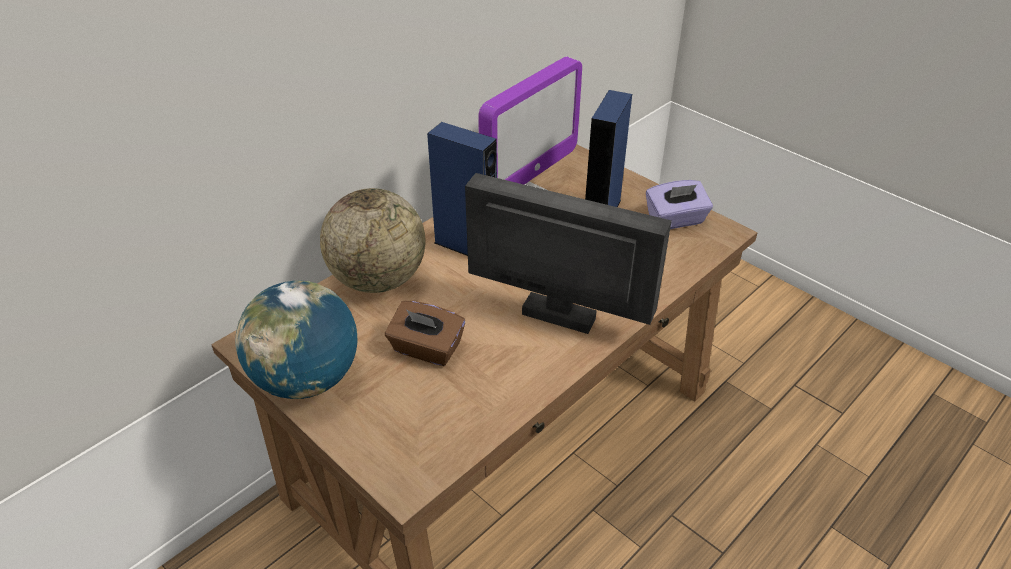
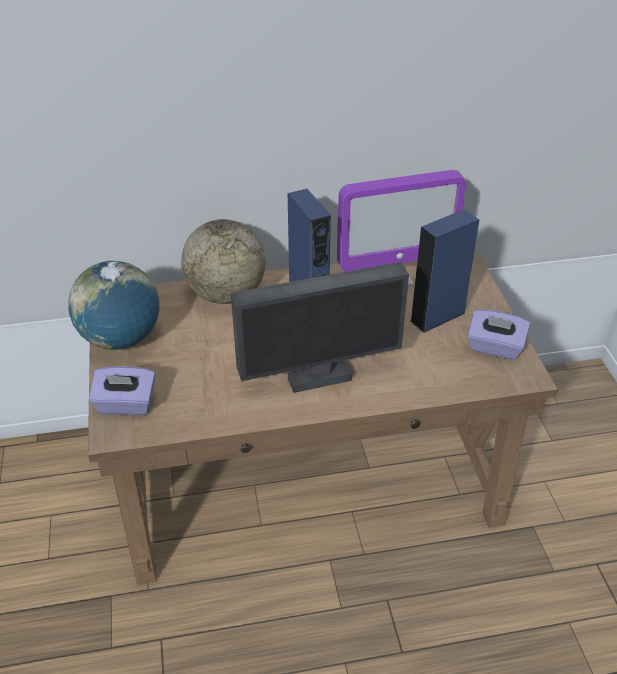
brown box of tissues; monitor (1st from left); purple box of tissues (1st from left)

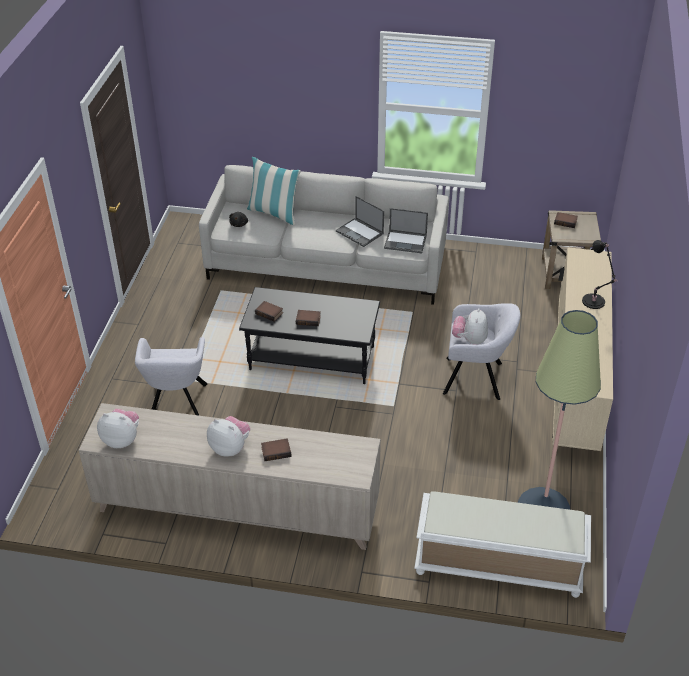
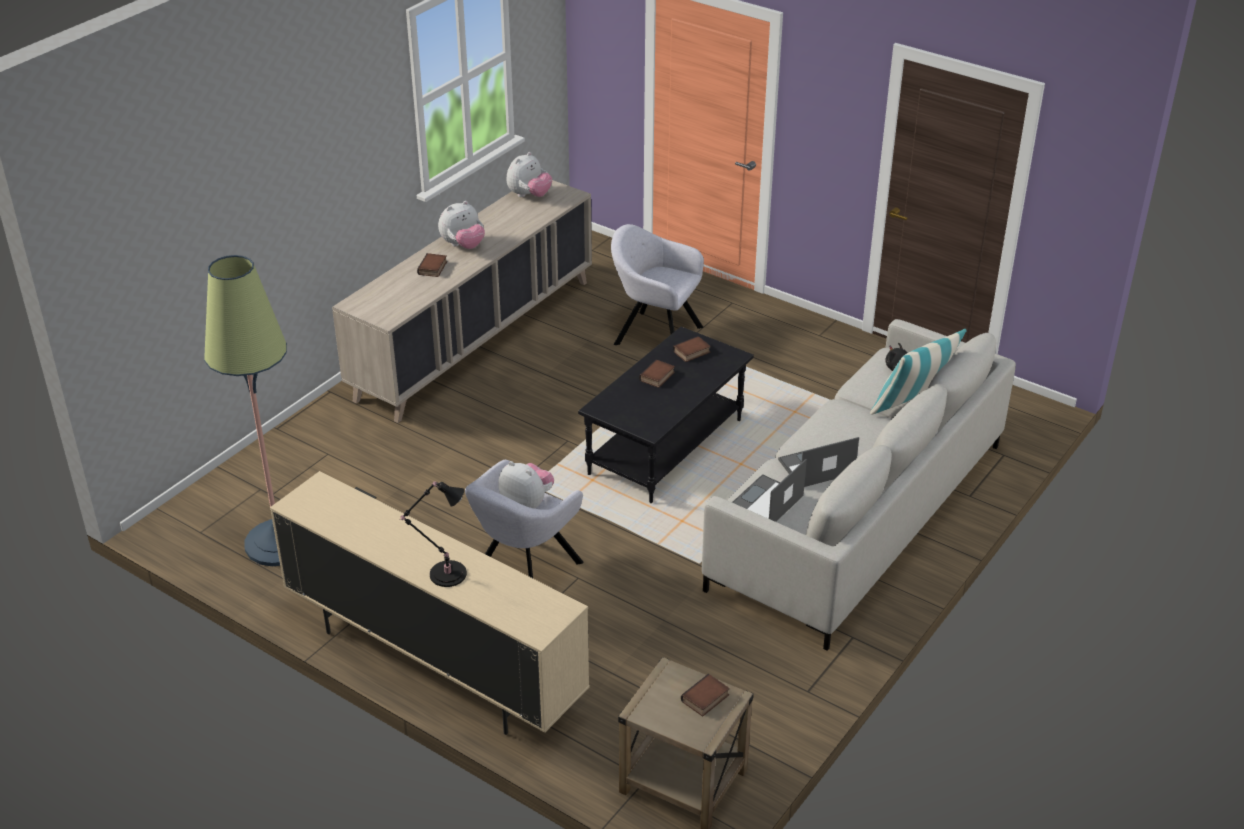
white-coloured long seat

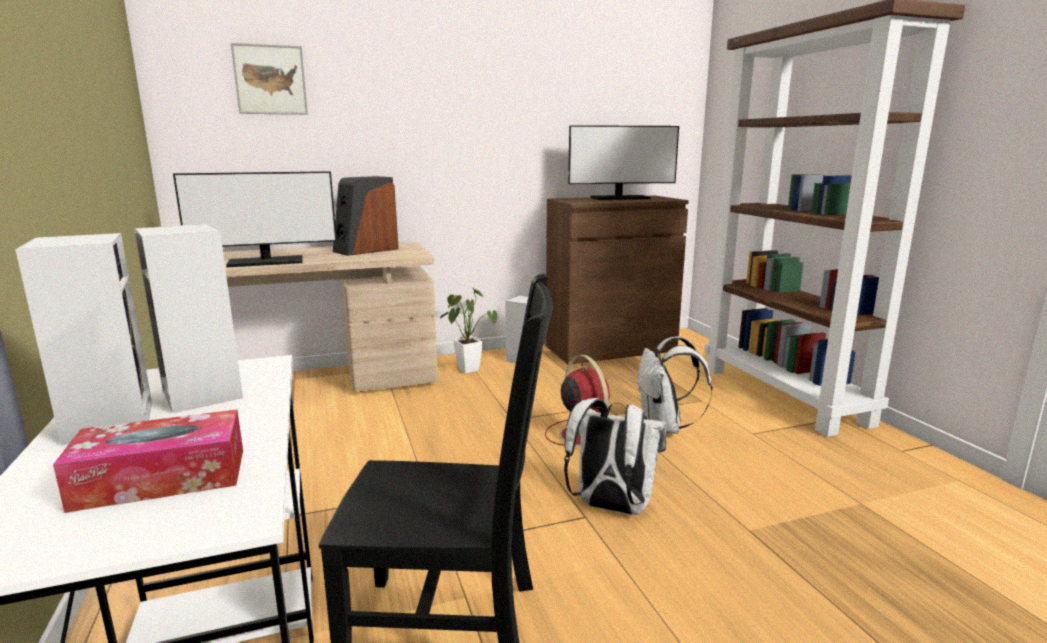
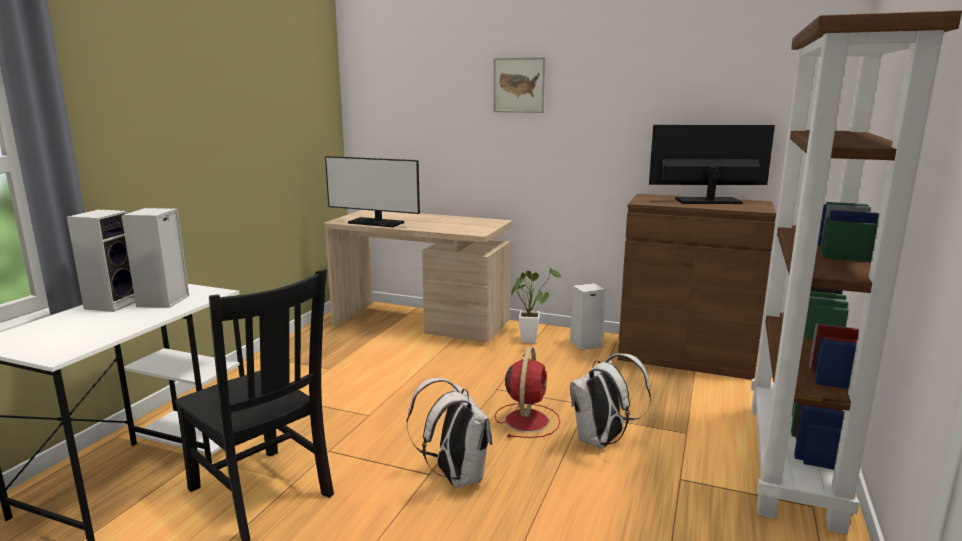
box of tissues; wall art; speaker (3rd from left in the first image); monitor (2nd from left)

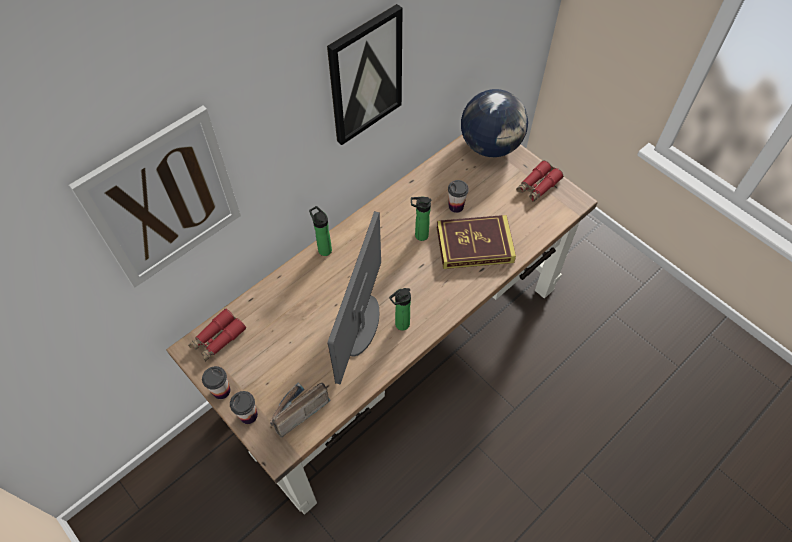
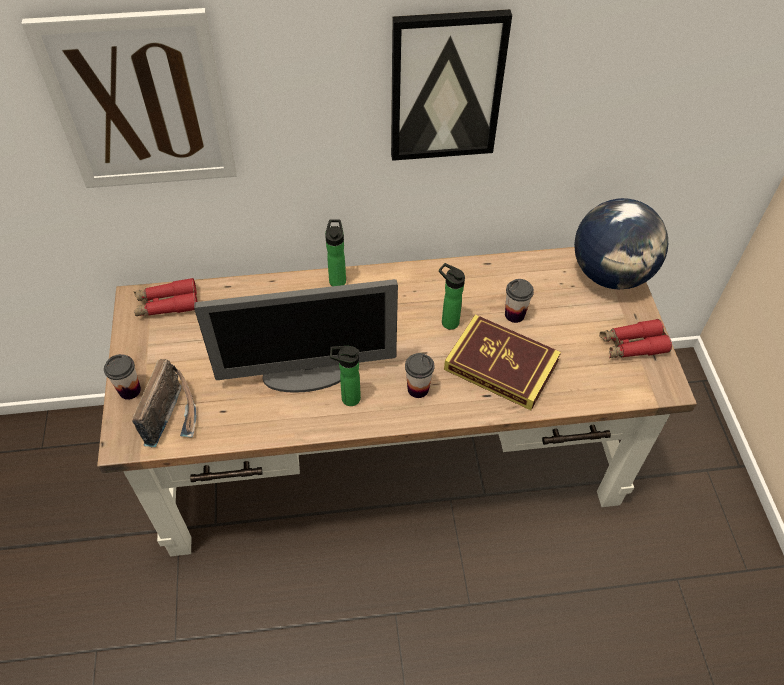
drinking cup (2nd from left); radio; monitor

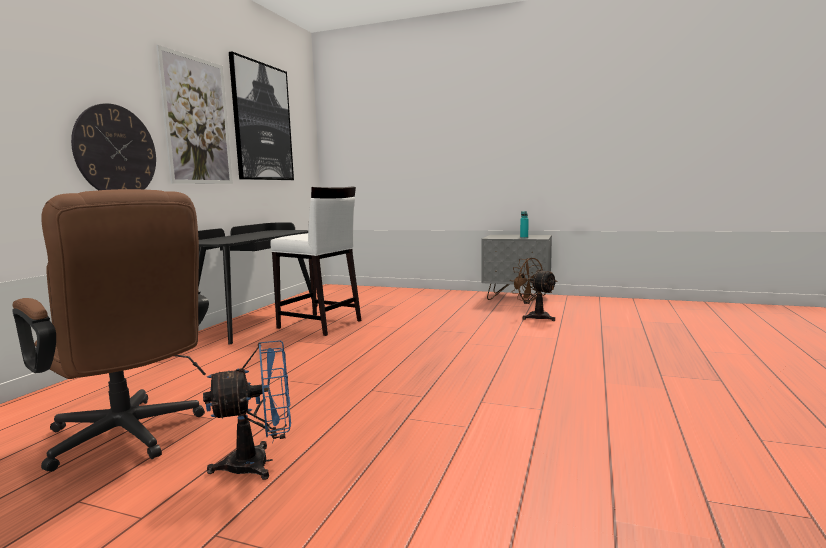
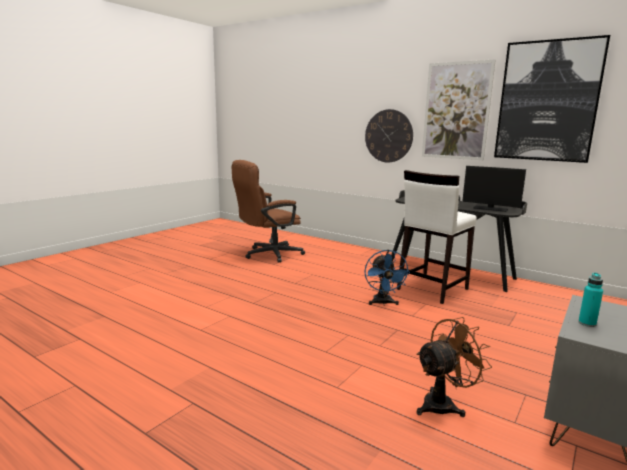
blue fan; monitor

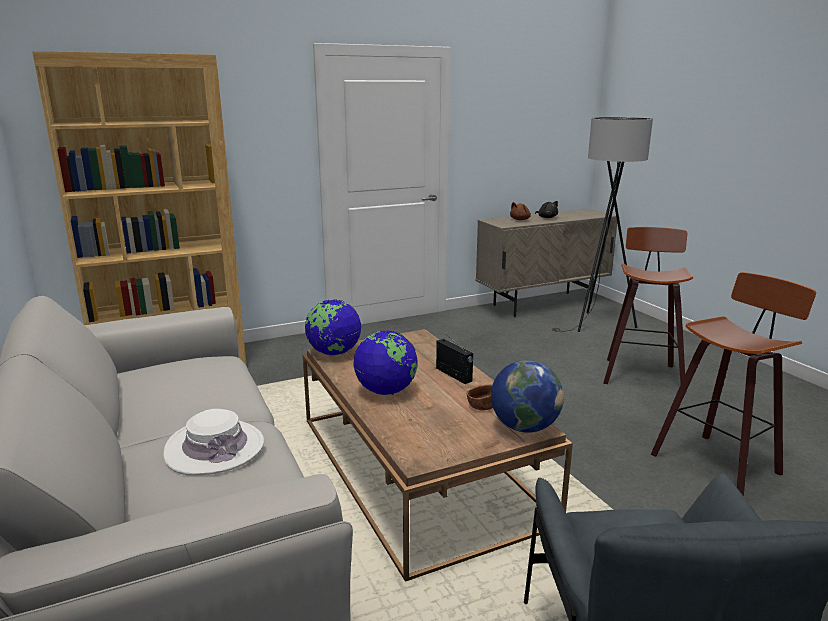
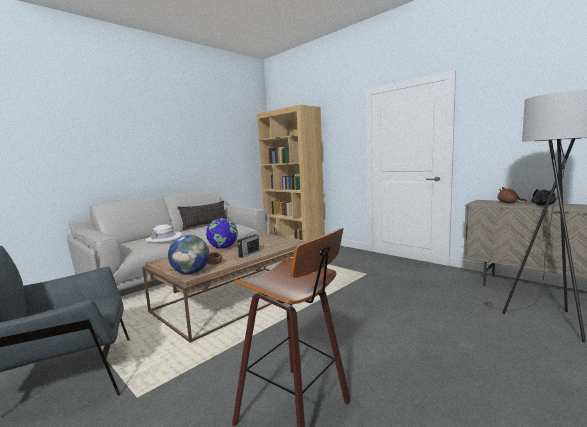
desk globe (1st from left in the first image); sitting stool (1st from left in the first image); cushion

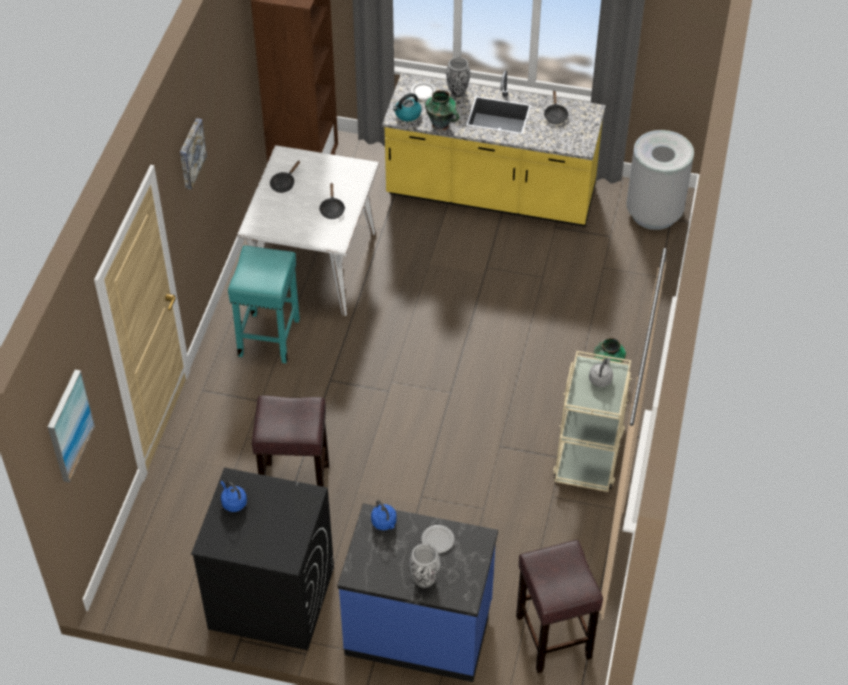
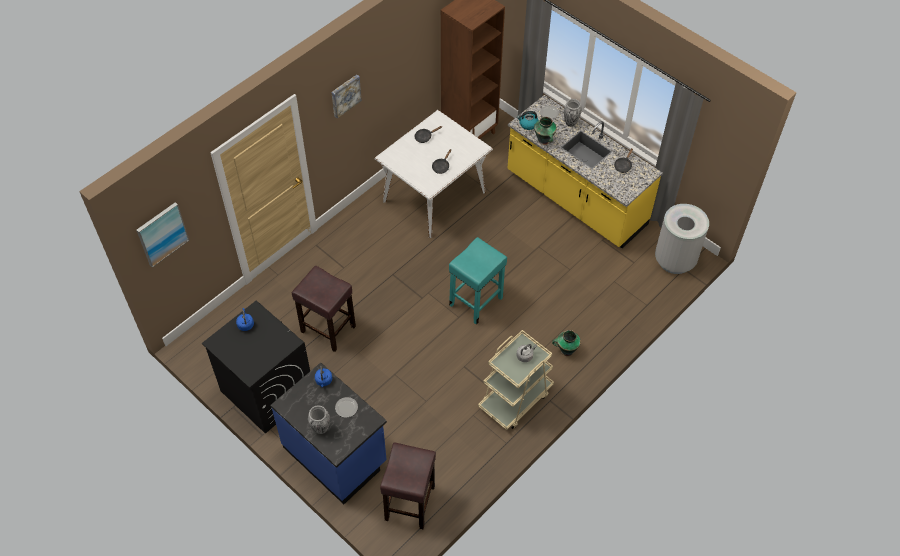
turquoise sitting stool

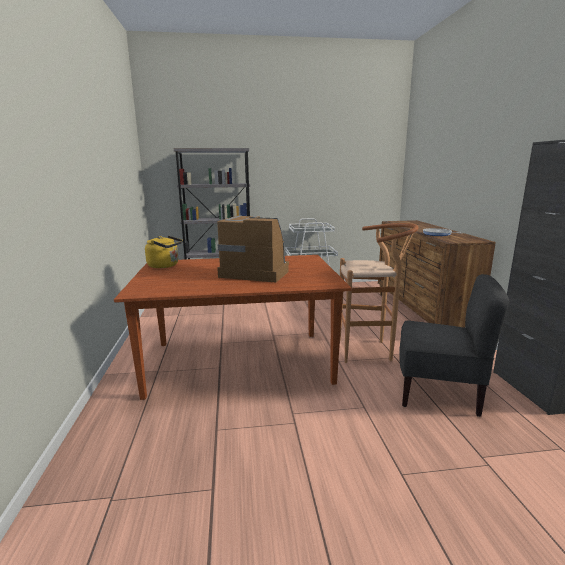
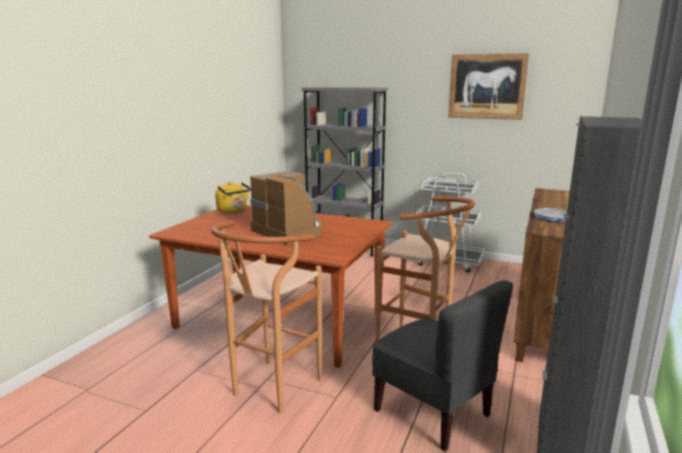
brown sitting stool (1st from left); wall art

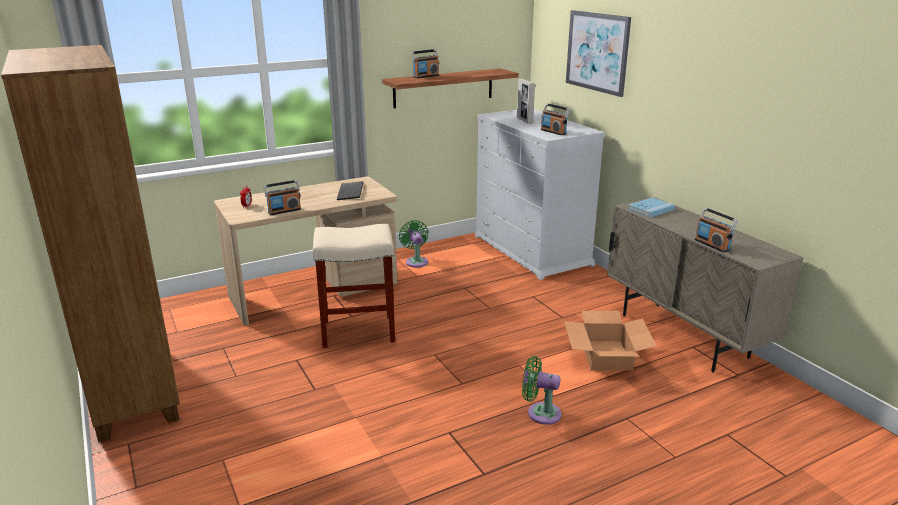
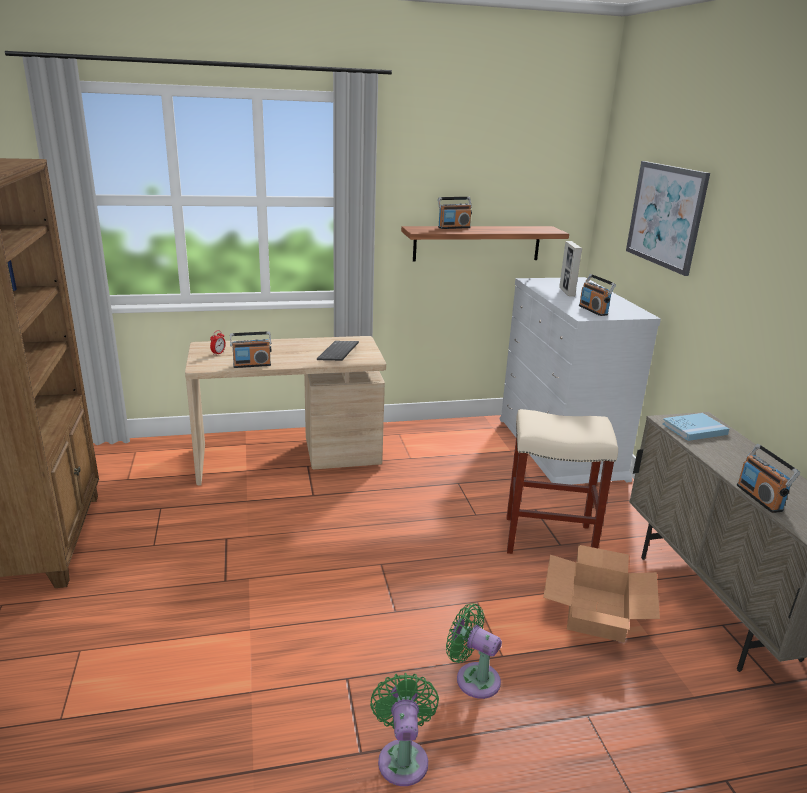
beige sitting stool; green-coloured fan (1st from left)

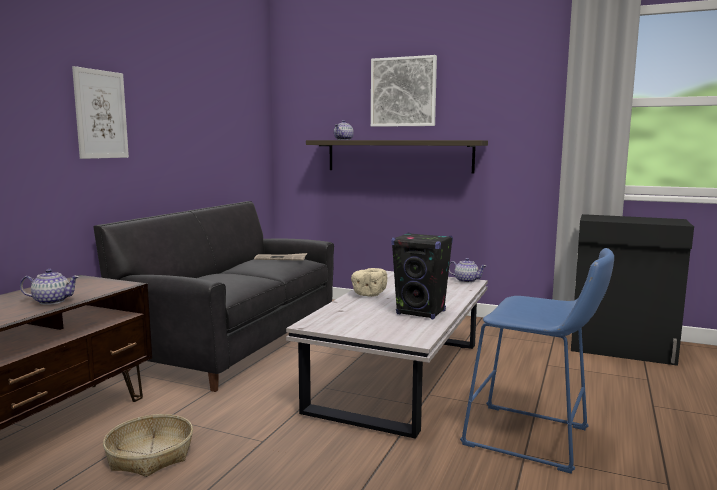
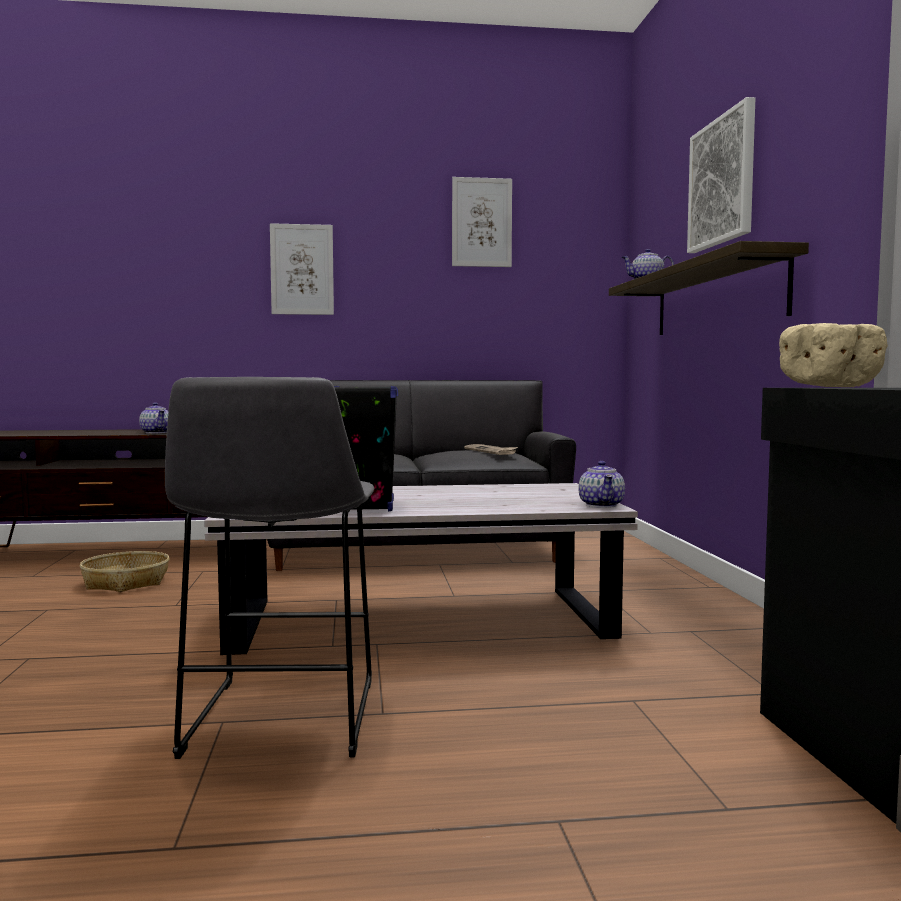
beige serving bowl; gray sitting stool; wall art (2nd from left)

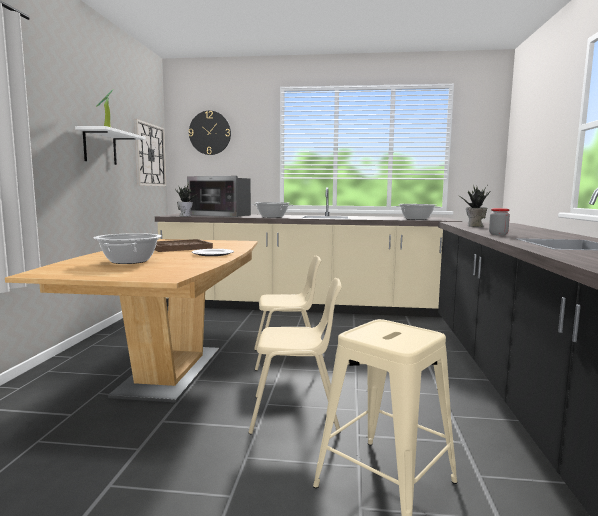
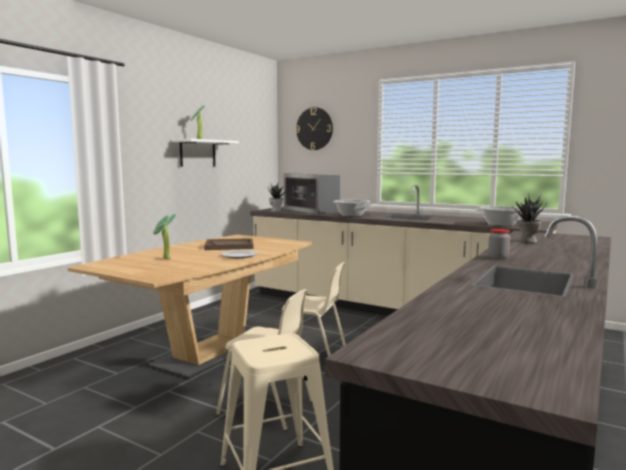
houseplant (1st from left); hanging clock (1st from left in the first image)

